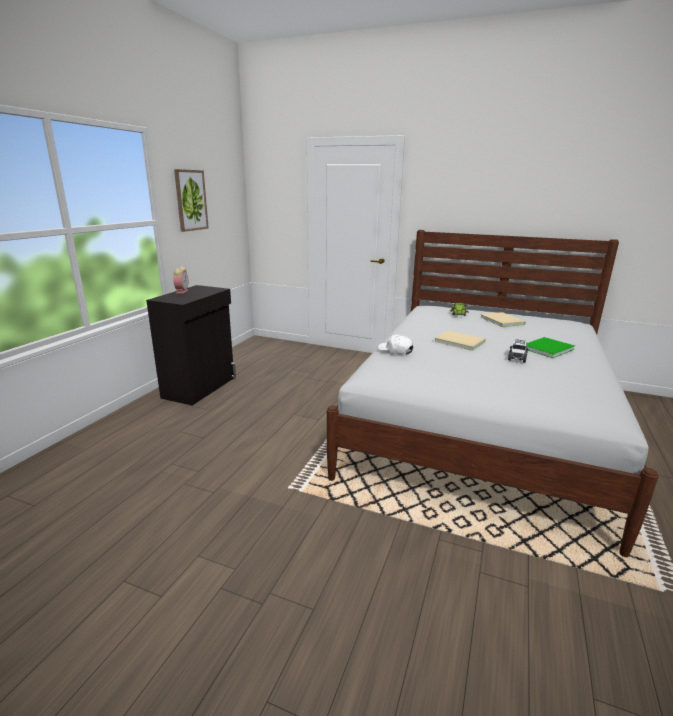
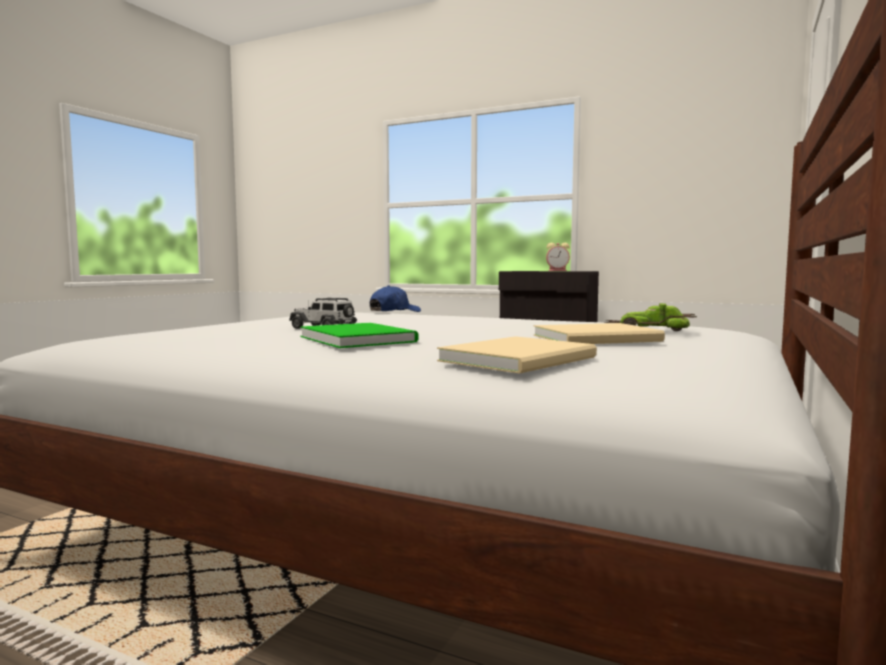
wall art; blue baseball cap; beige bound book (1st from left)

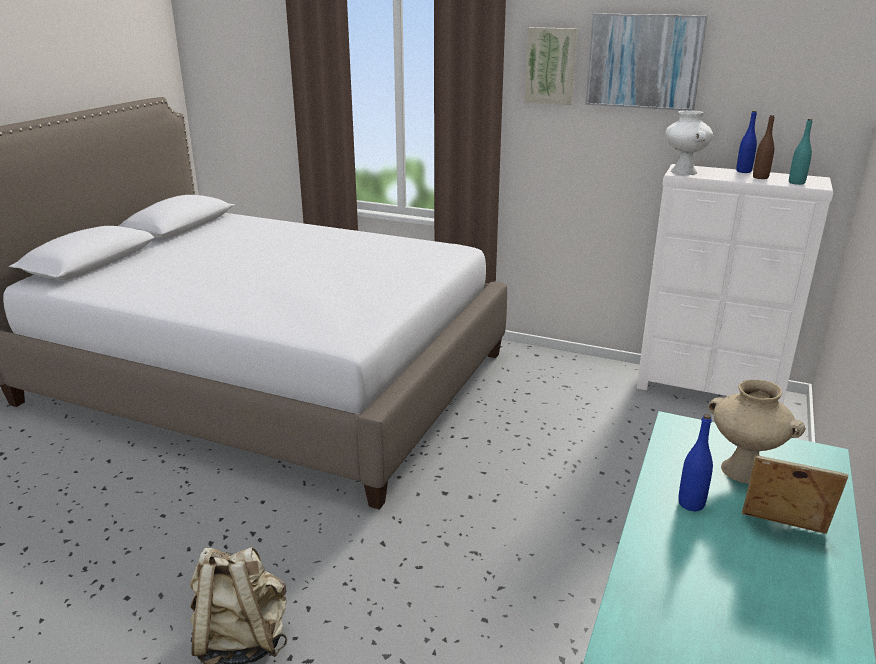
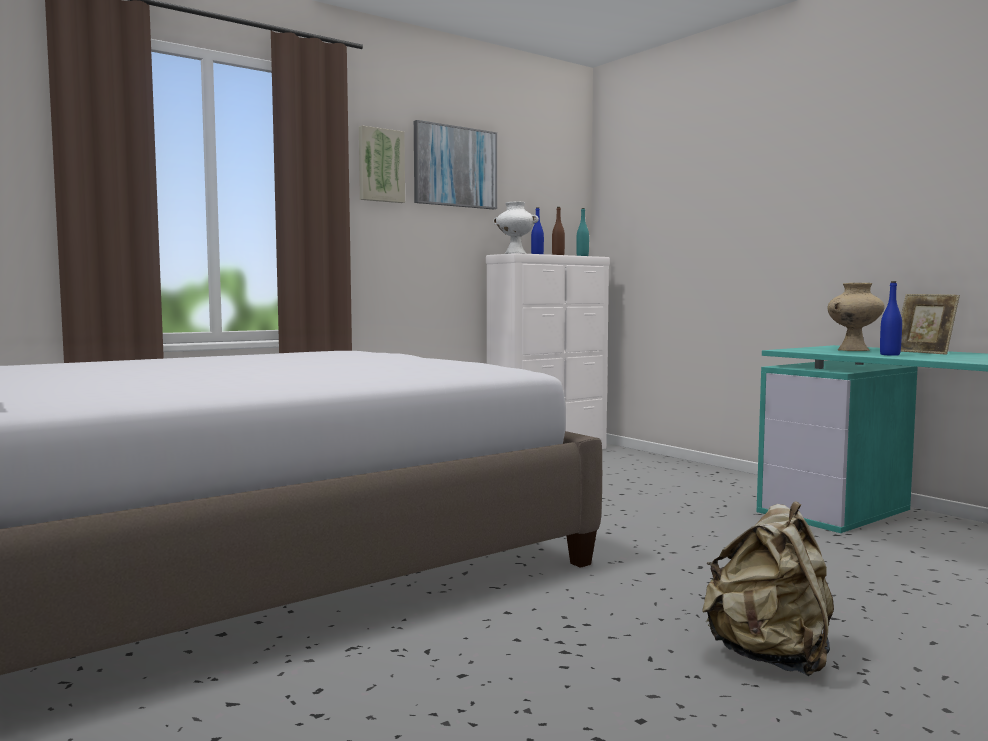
picture frame

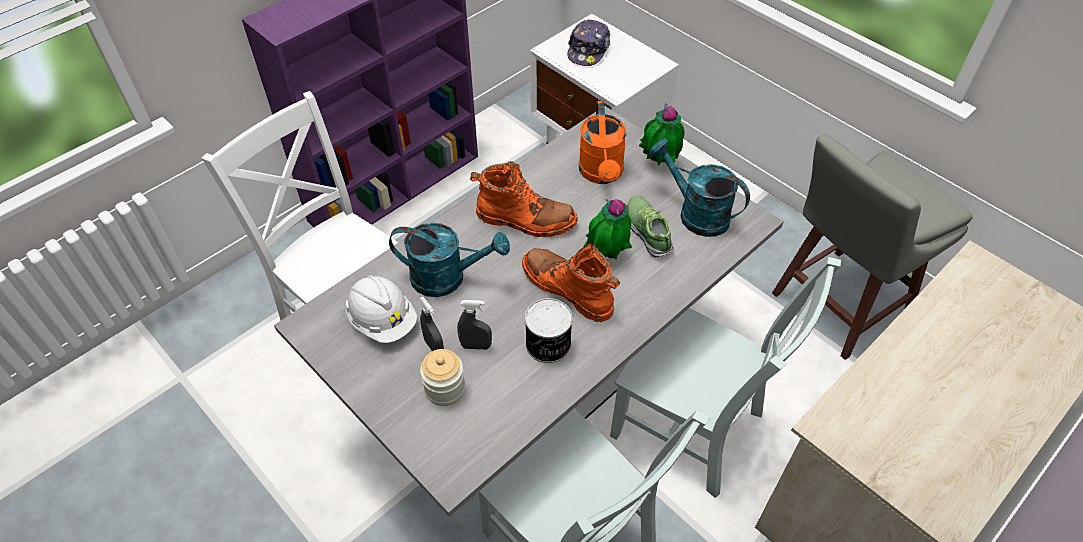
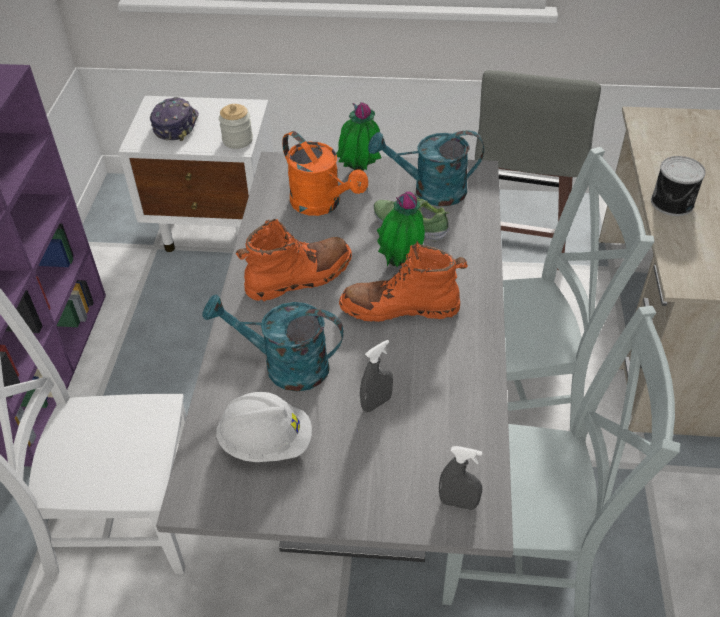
turquoise watering pot (1st from left); gray spray bottle (2nd from left); preserve jar; sealed can; baseball cap

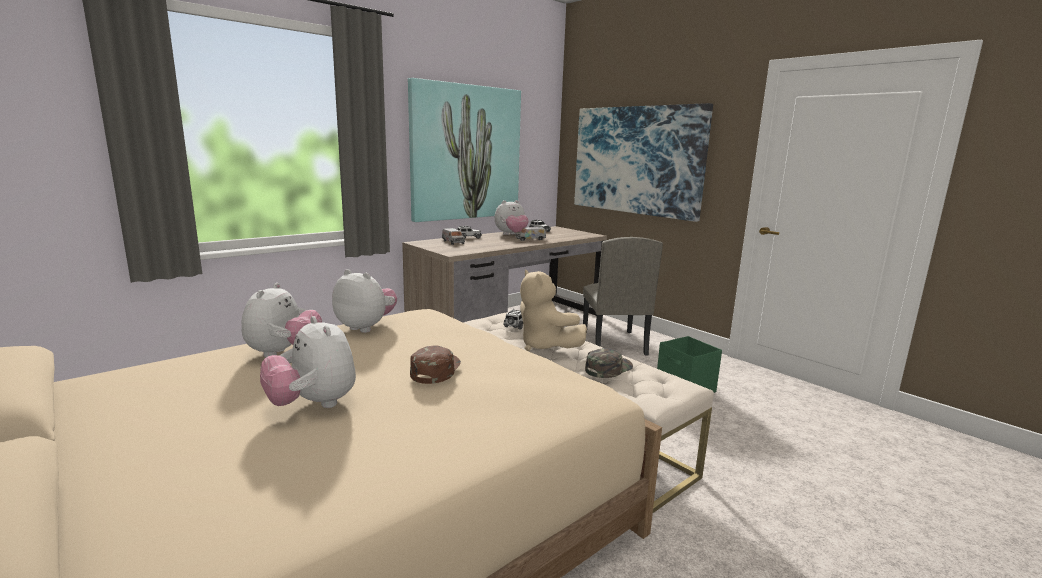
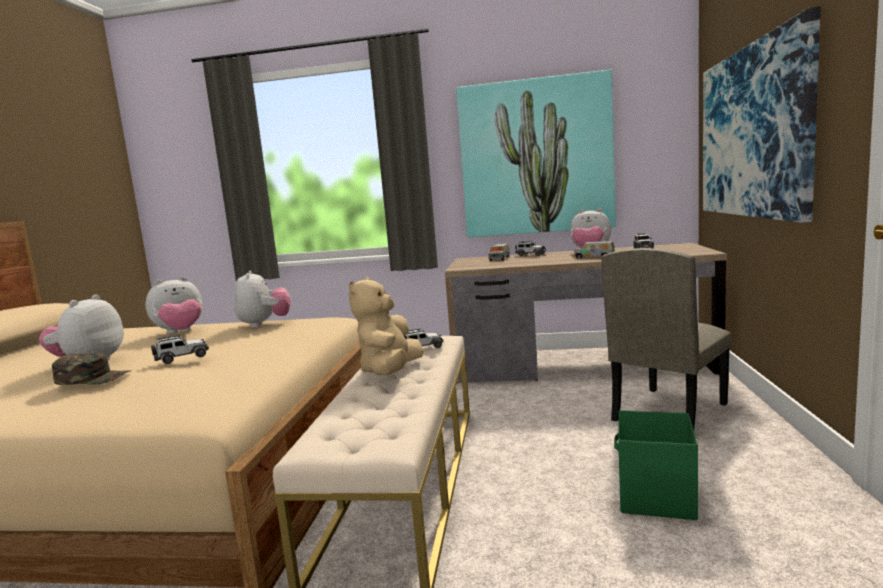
model car (1st from left); green-coloured baseball cap

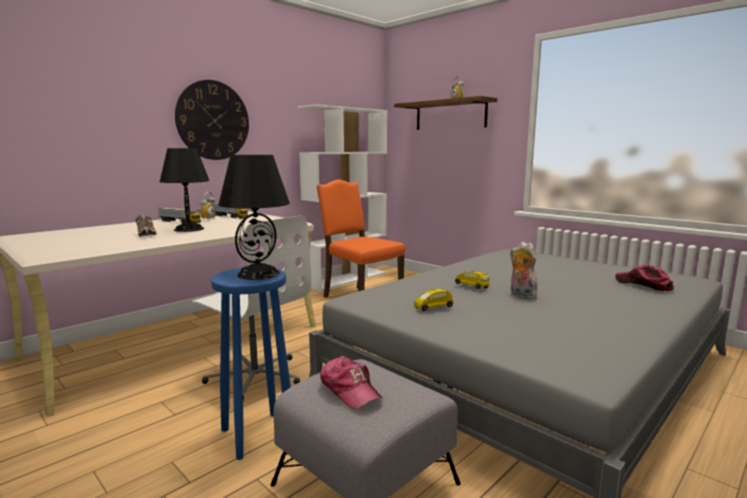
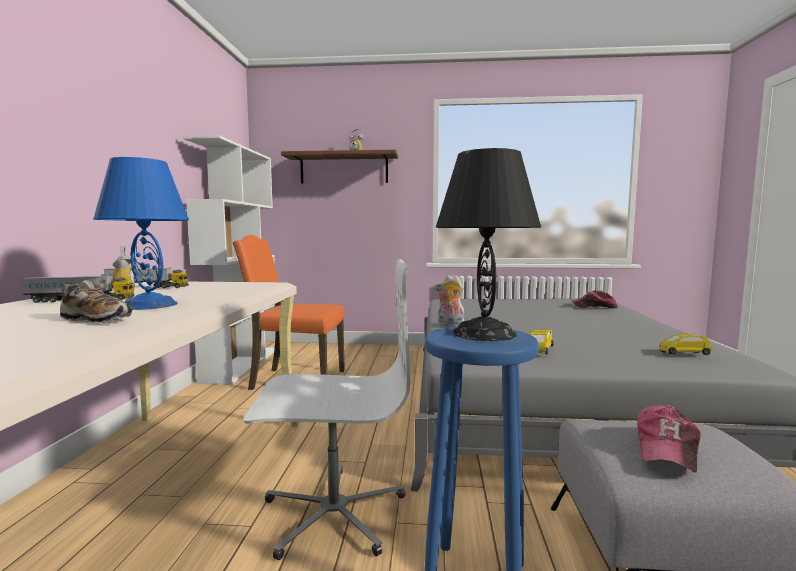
blue table lamp; hanging clock; baseball cap (2nd from left); yellow-coloured model car (2nd from left); soft toy

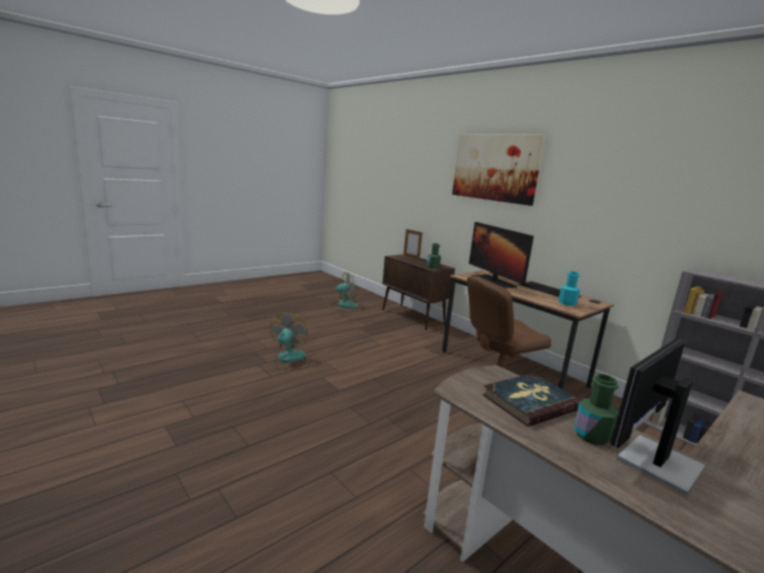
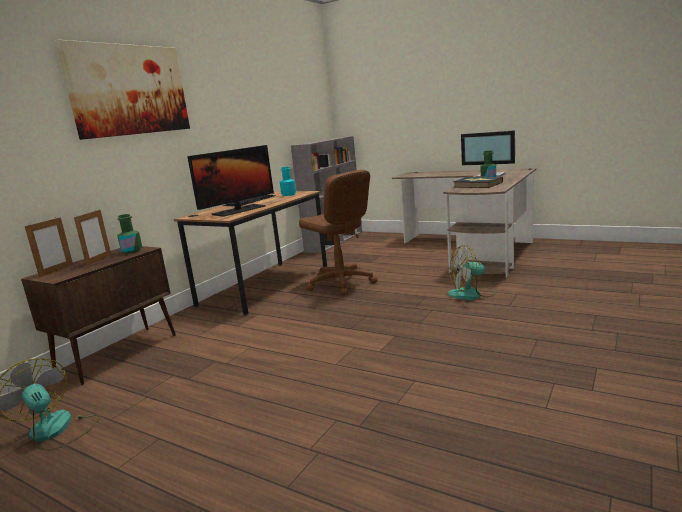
fan (2nd from left); picture frame (2nd from left)

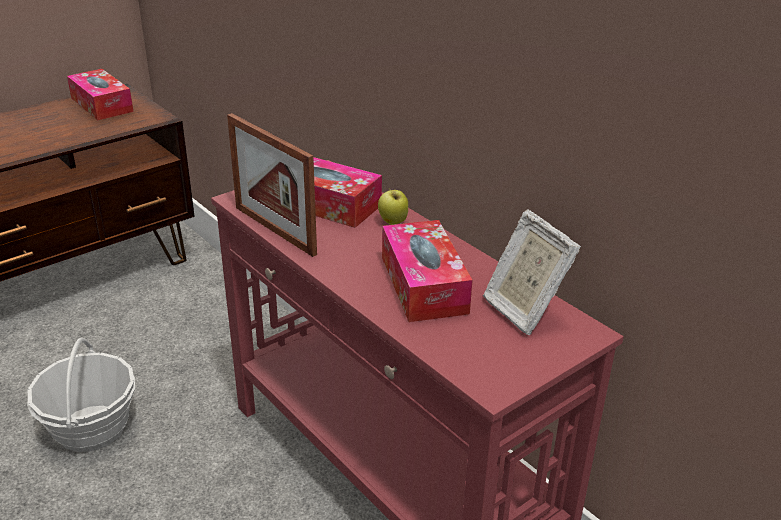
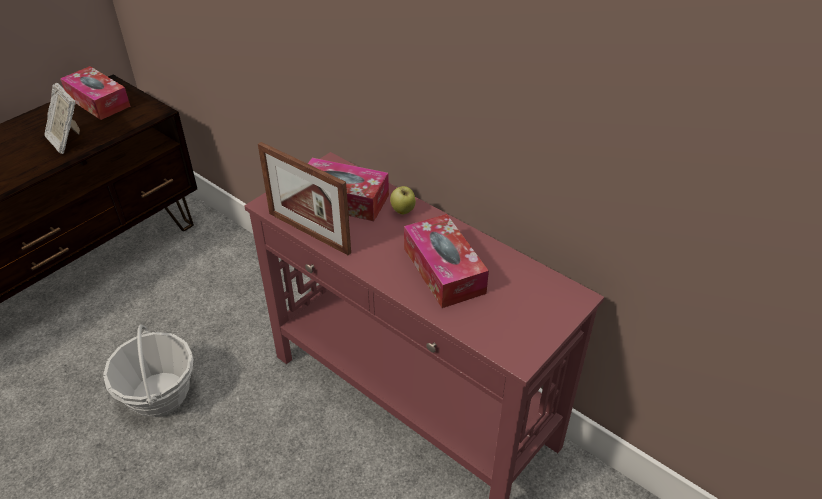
picture frame (1st from left)

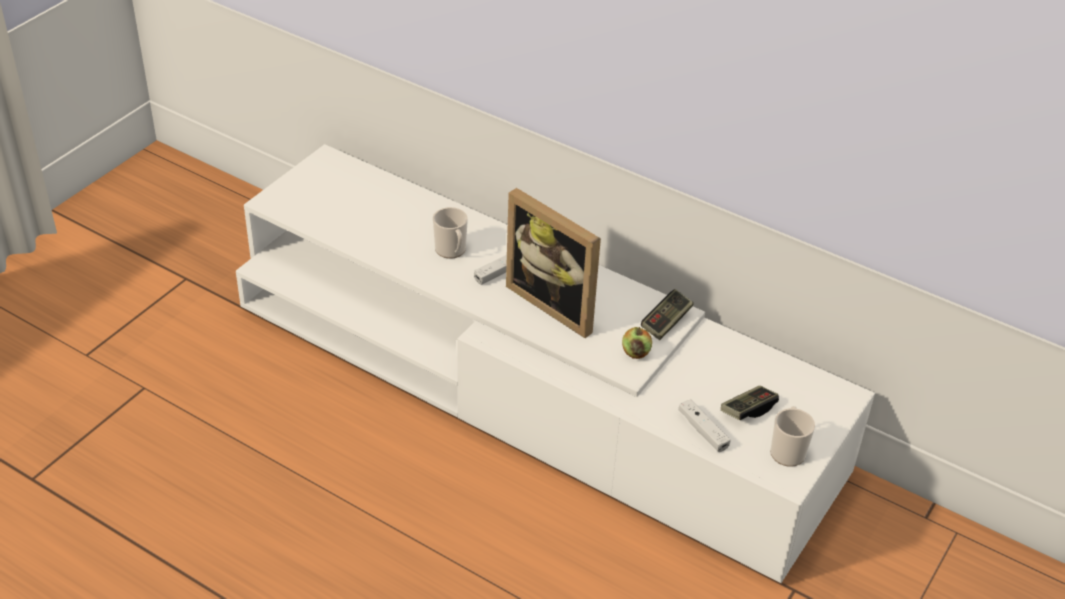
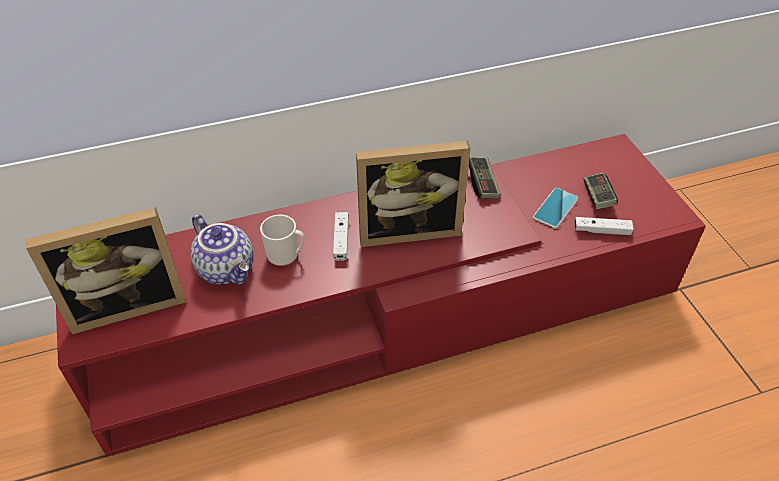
red tv unit; apple; tea mug (2nd from left in the first image); picture frame (1st from left); teapot; telephone

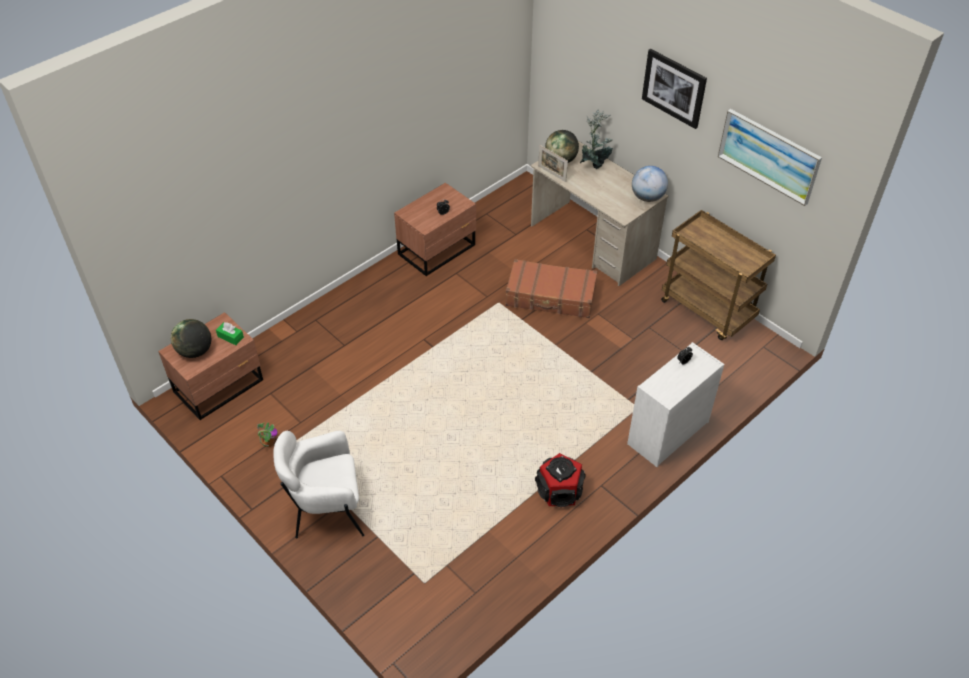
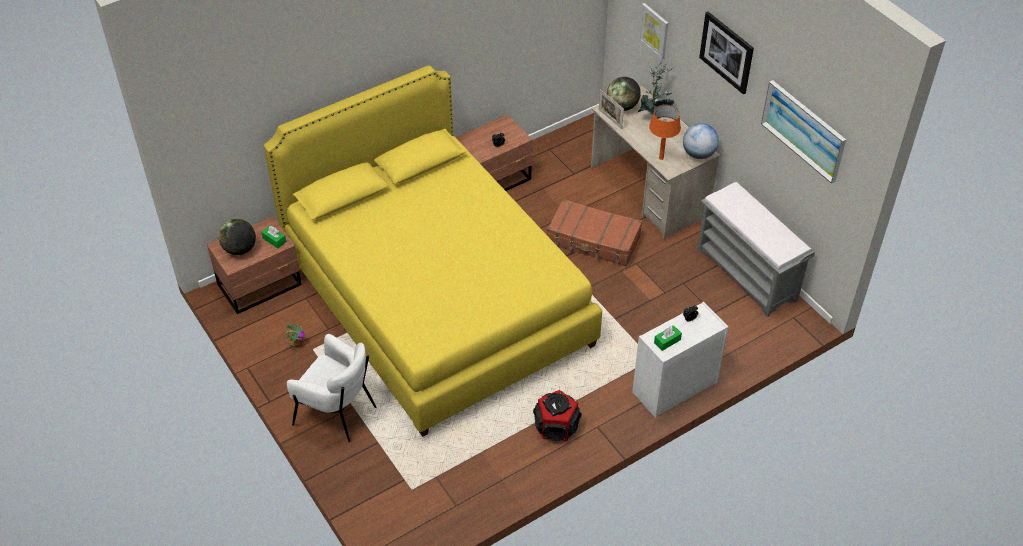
white-coloured lounge chair; gray long seat; yellow-coloured bedroom bed; wall art (1st from left); orangey table lamp; green-coloured box of tissues (2nd from left)

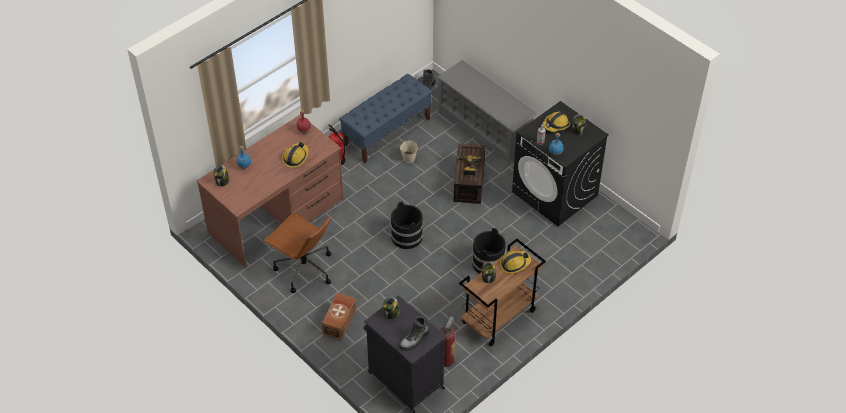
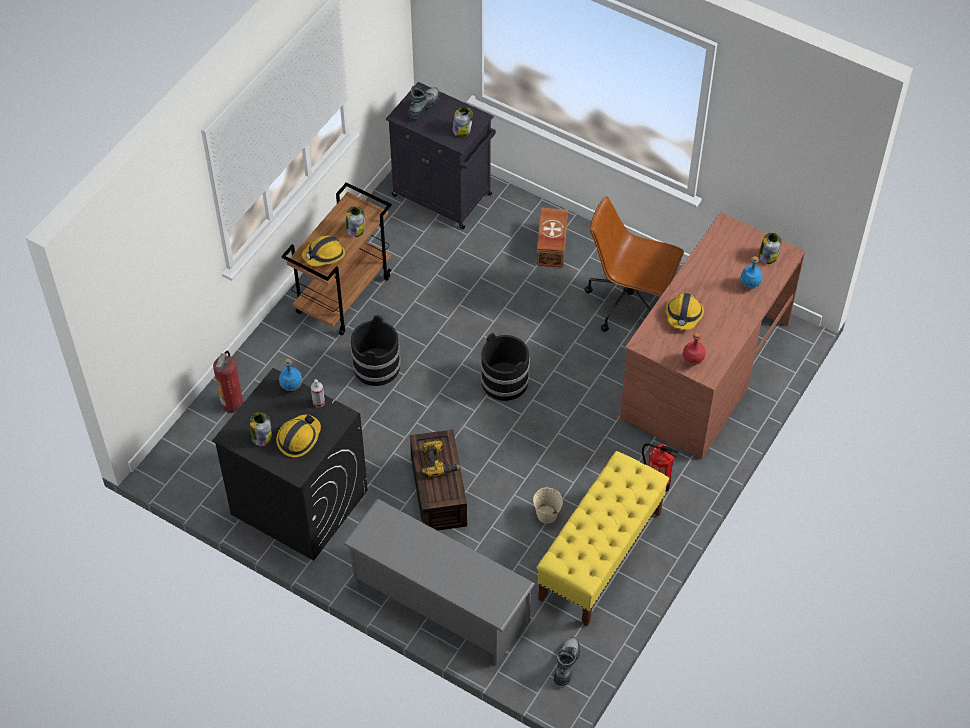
yellow-coloured long seat; fire extinguisher (1st from left)

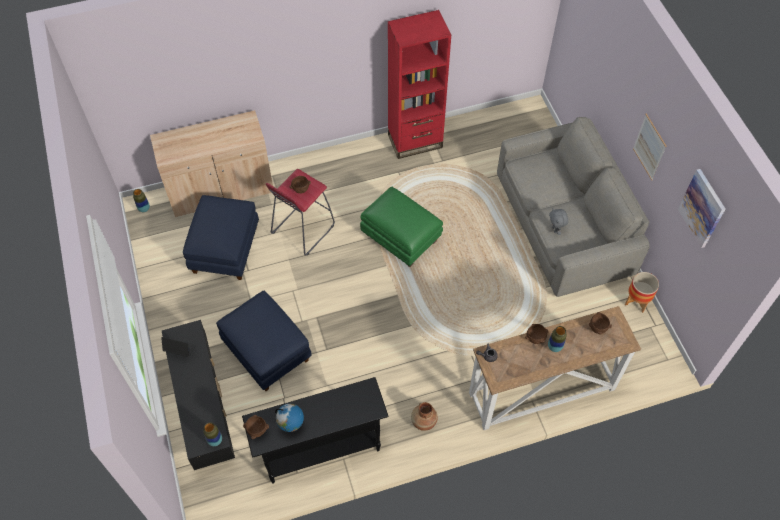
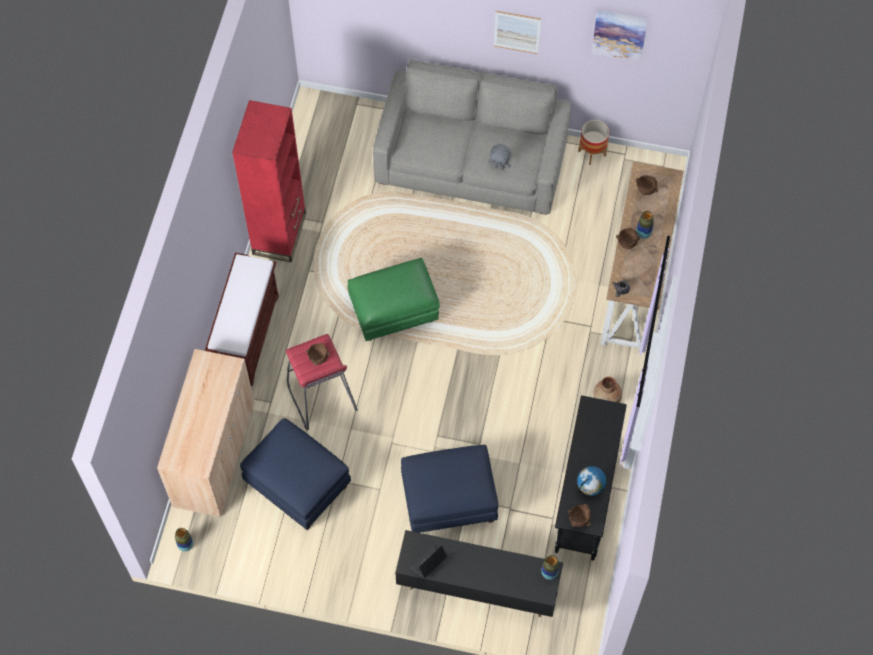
brown long seat

